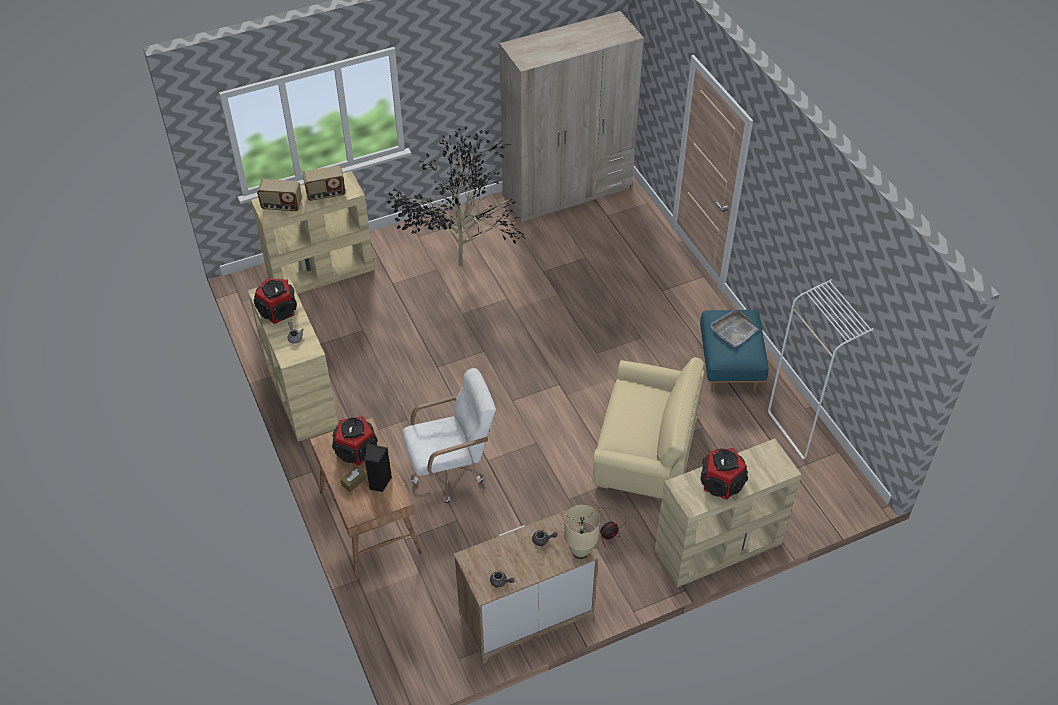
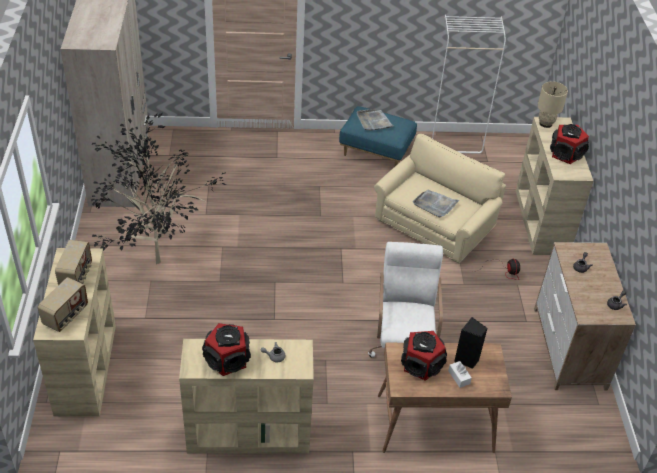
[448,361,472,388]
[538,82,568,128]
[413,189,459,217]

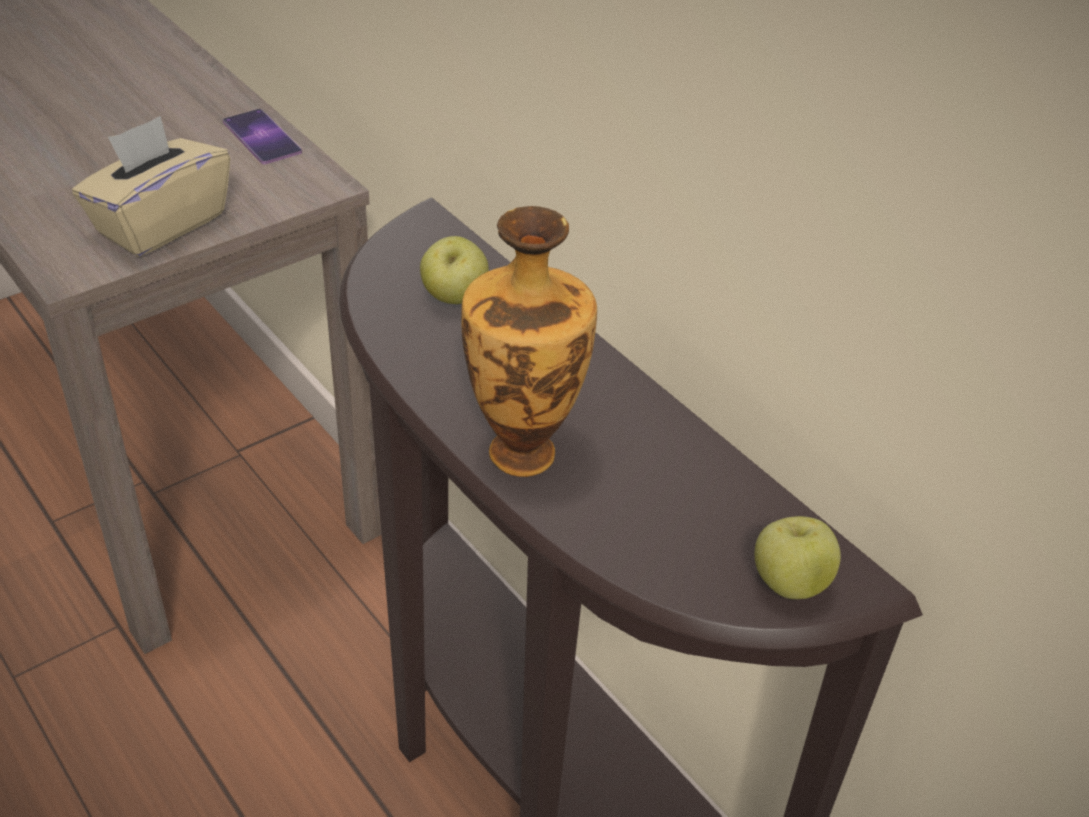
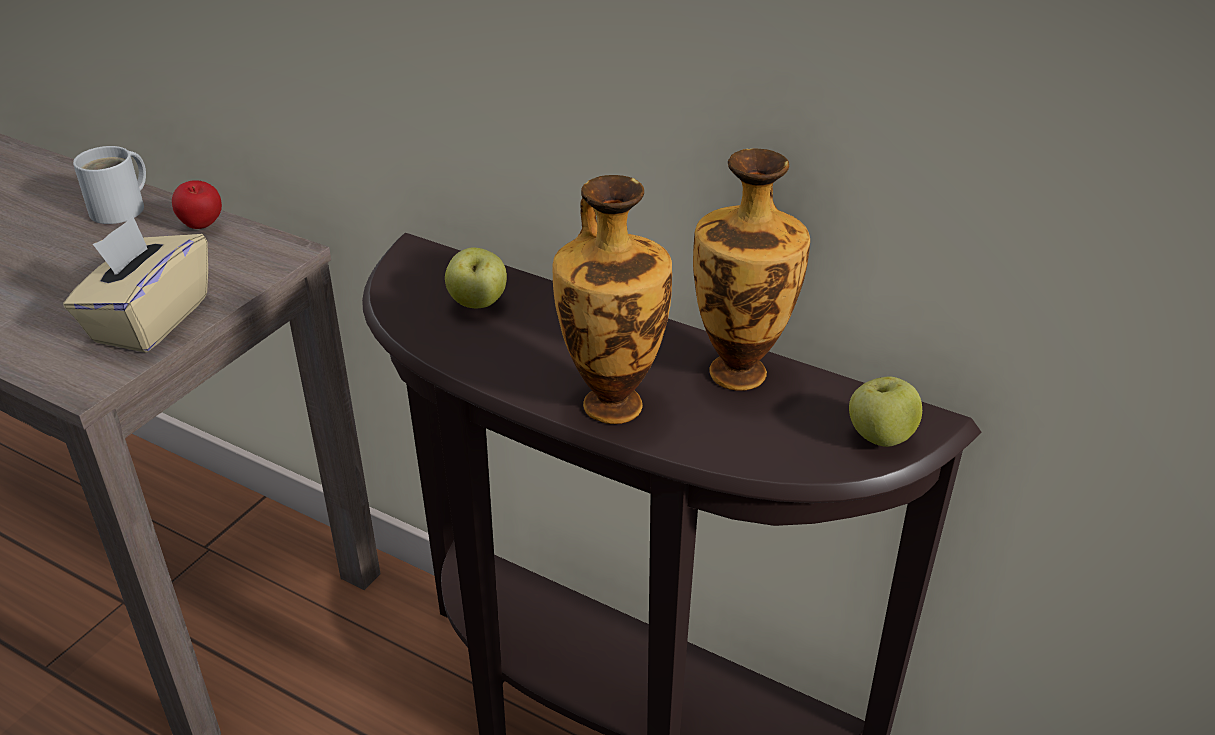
[172,180,222,229]
[73,146,146,224]
[693,148,810,391]

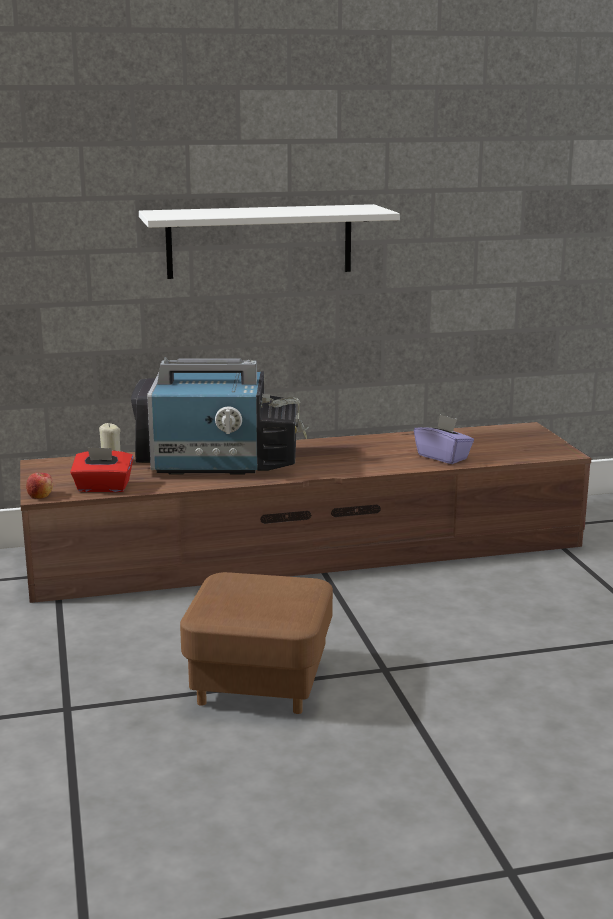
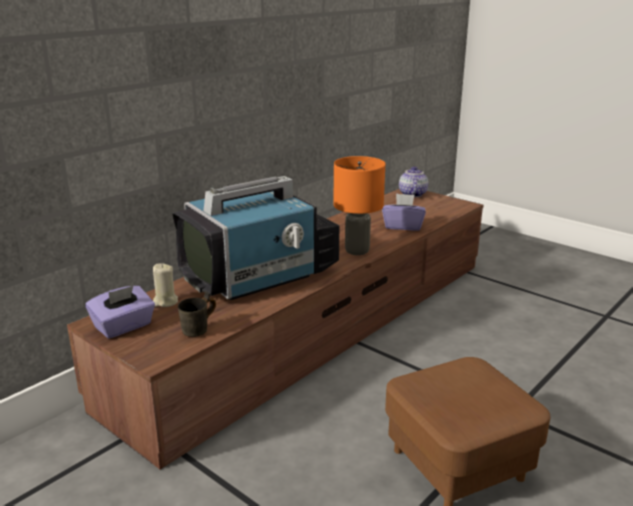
[26,473,53,499] (first image)
[178,292,216,337]
[139,204,400,279] (first image)
[85,286,155,339]
[333,156,386,255]
[399,166,428,197]

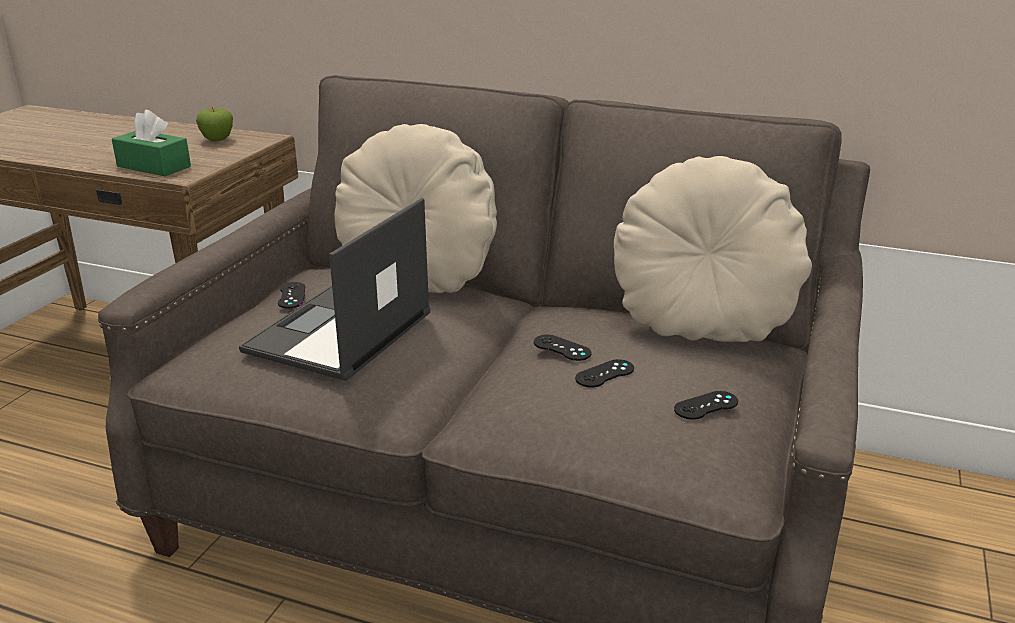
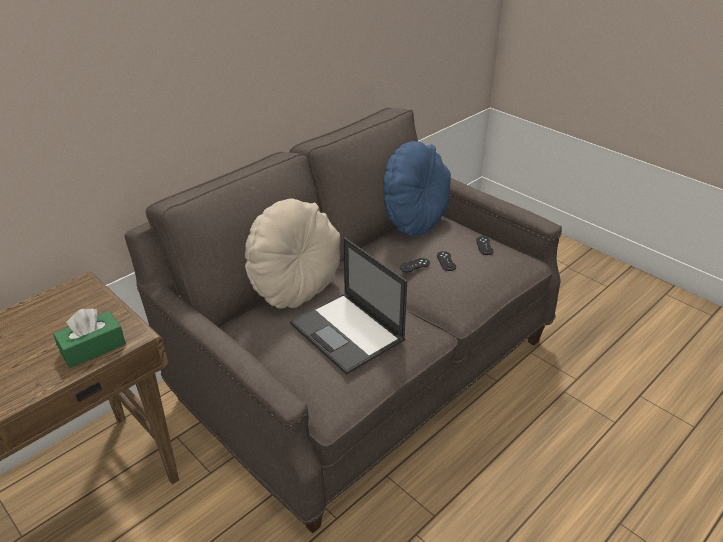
[196,107,233,142] (first image)
[278,282,305,308] (first image)
[383,141,451,236]

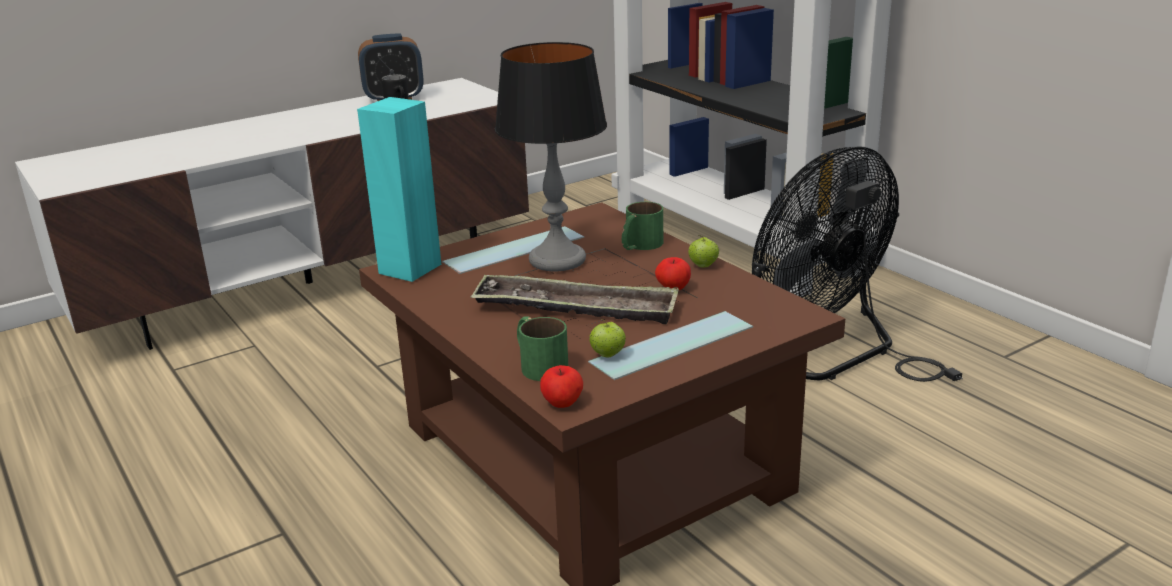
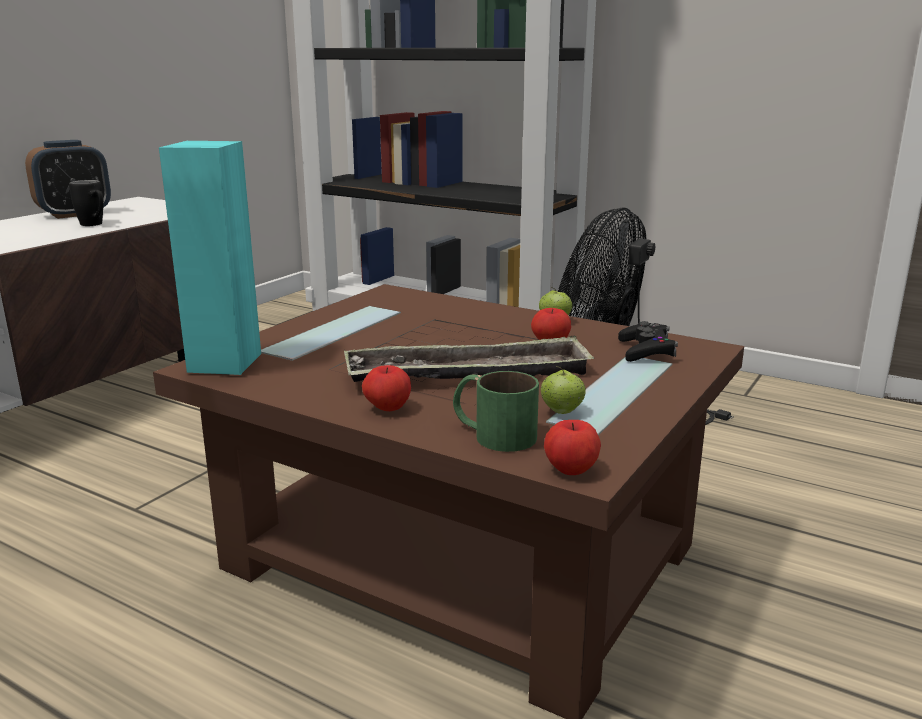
[495,42,607,271] (first image)
[622,202,663,250] (first image)
[362,365,411,411]
[618,321,678,362]

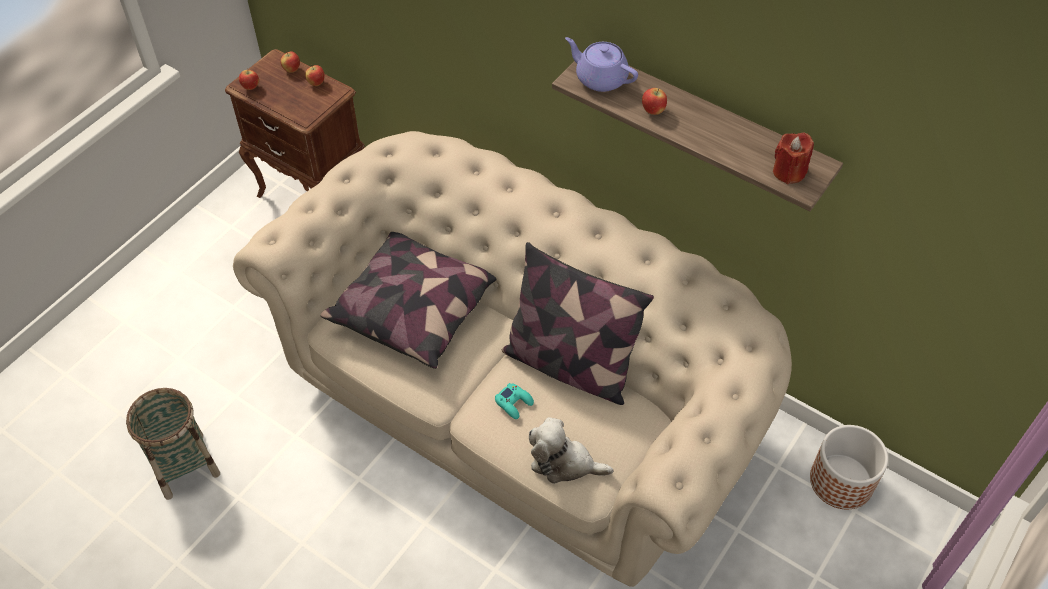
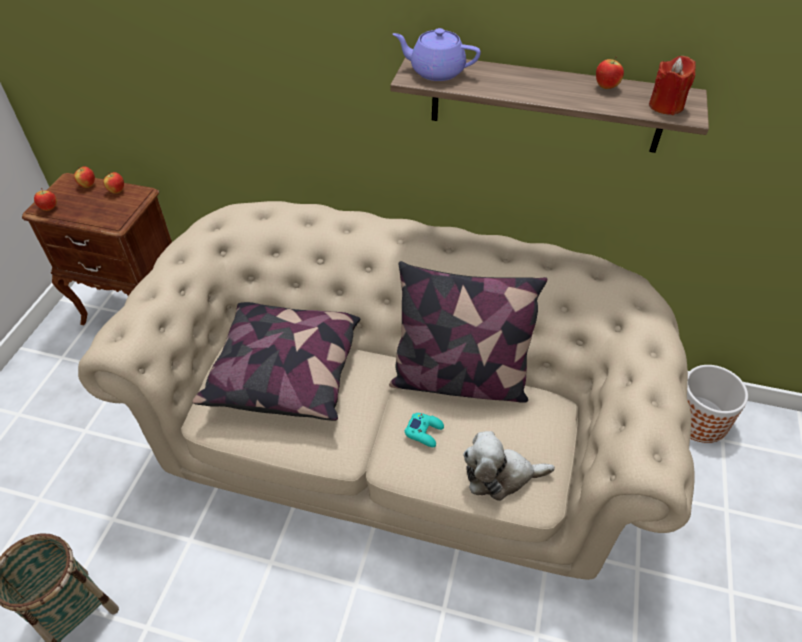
[596,56,624,89]

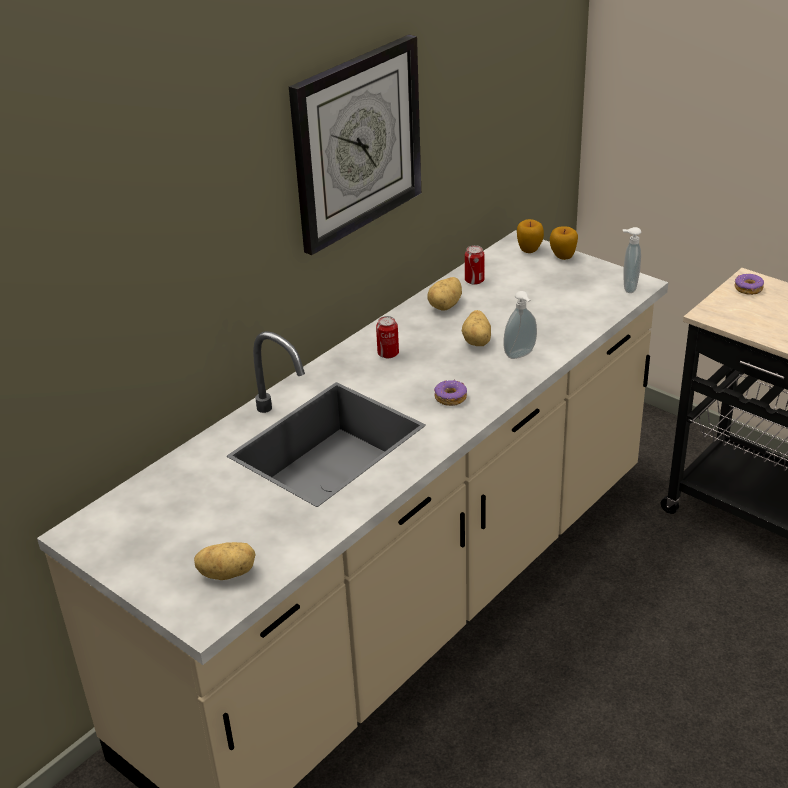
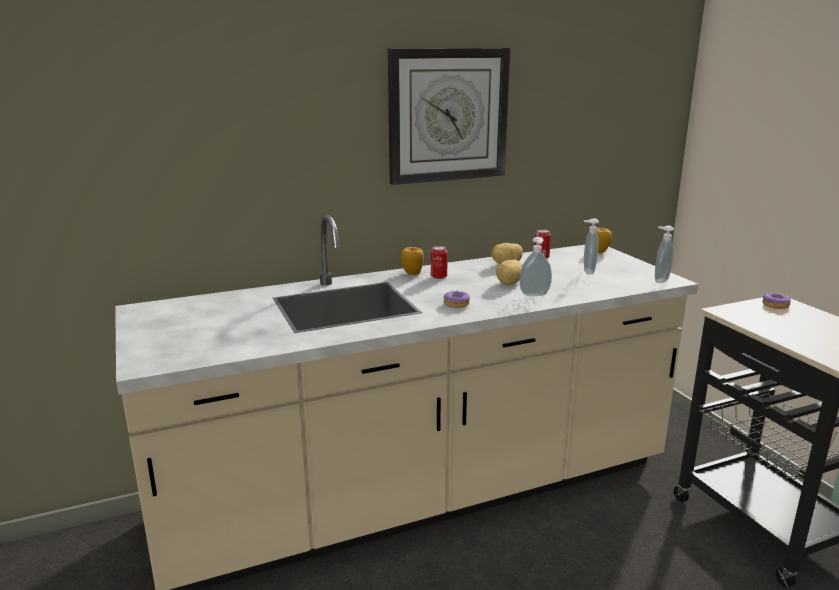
[194,542,256,580] (first image)
[401,247,424,275]
[584,218,599,274]

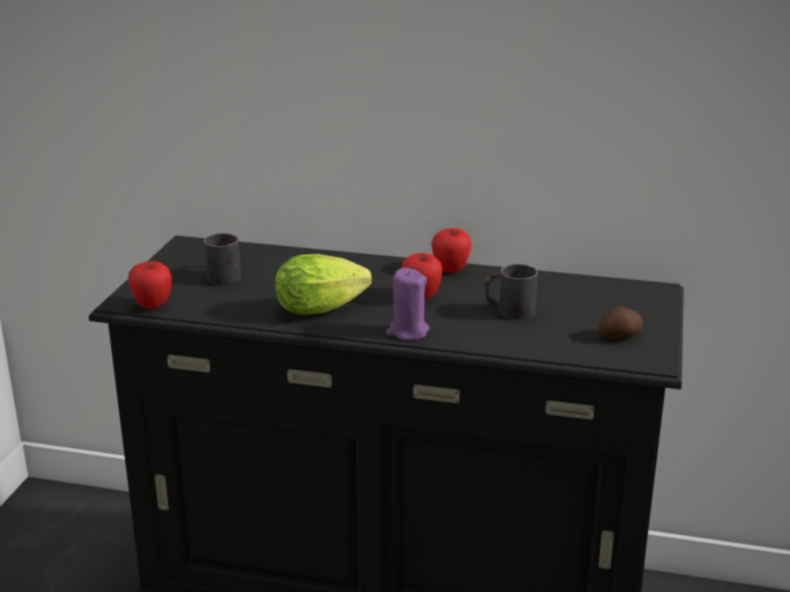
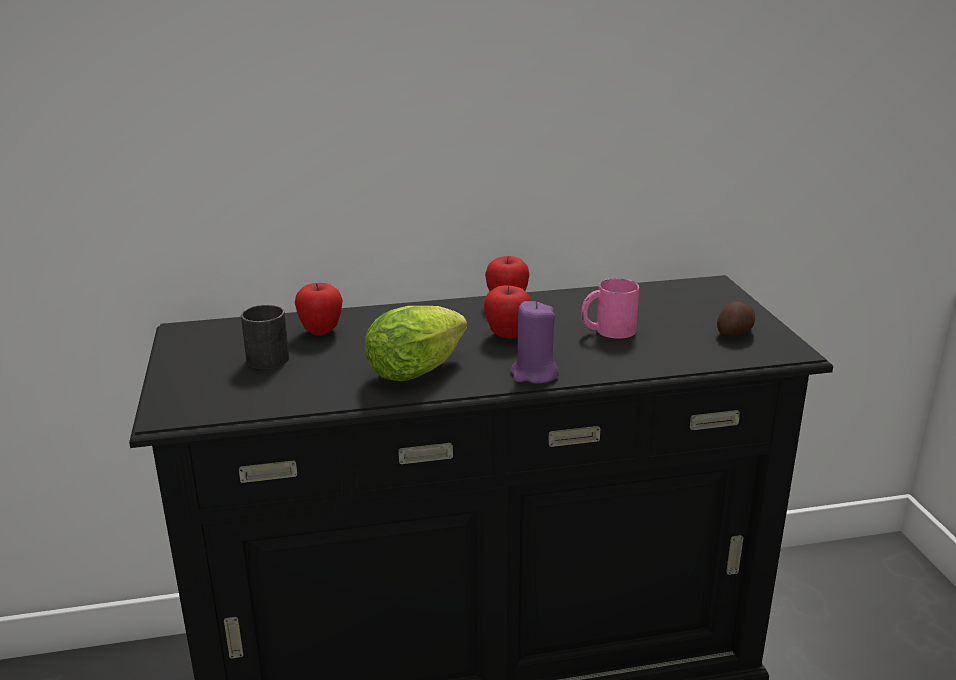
[295,283,343,335]
[581,278,639,339]

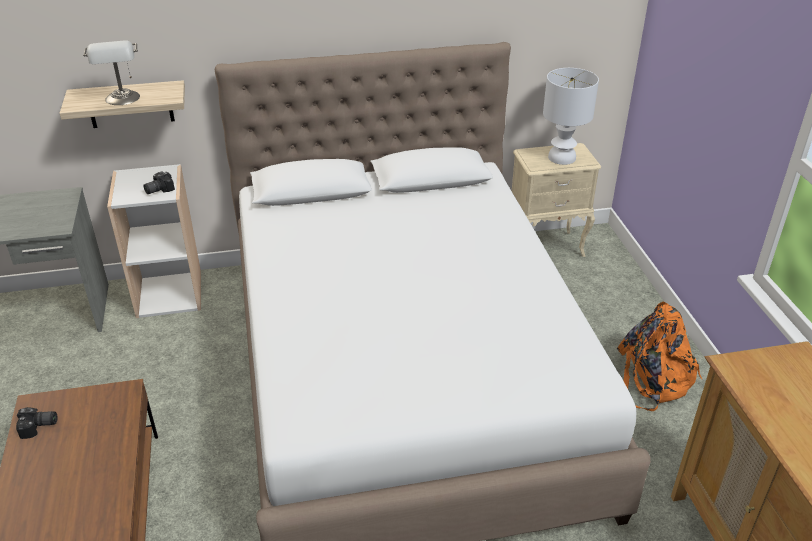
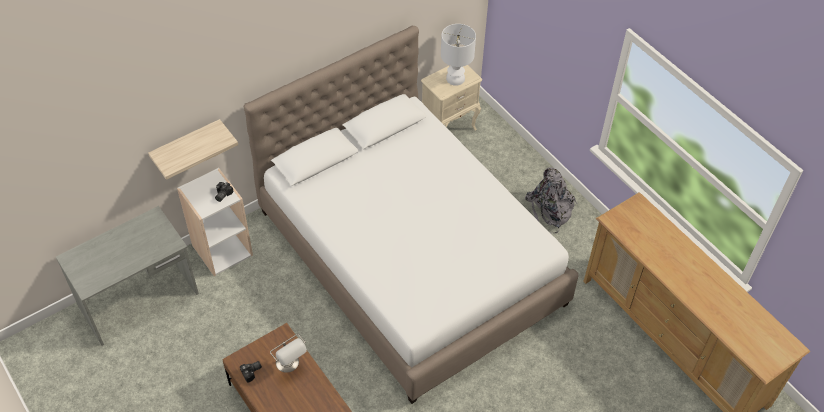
[270,334,307,373]
[525,167,578,233]

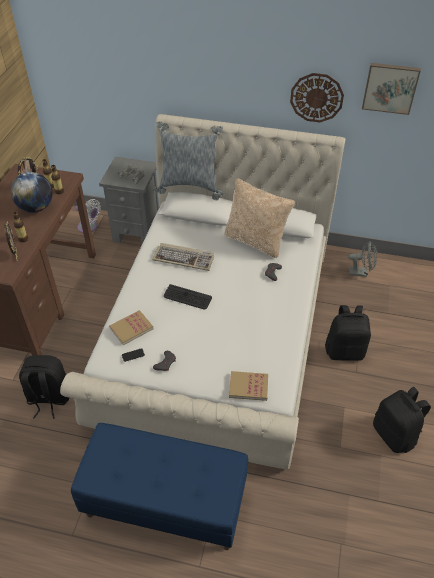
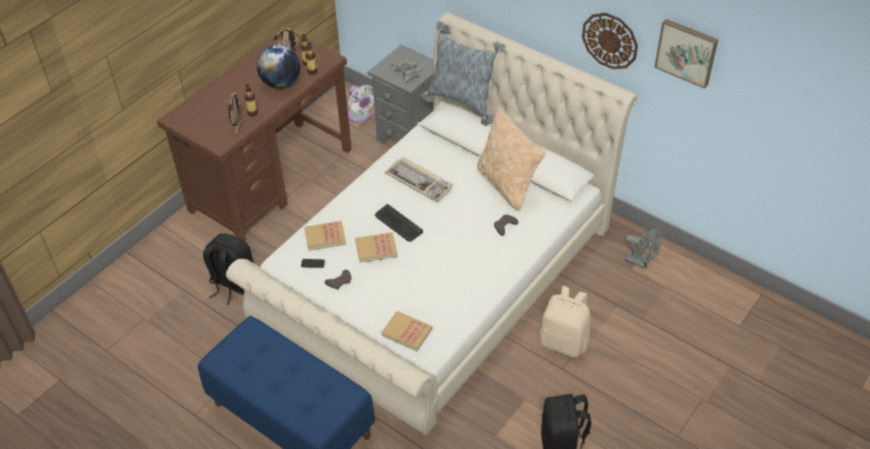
[540,286,590,358]
[355,232,398,262]

